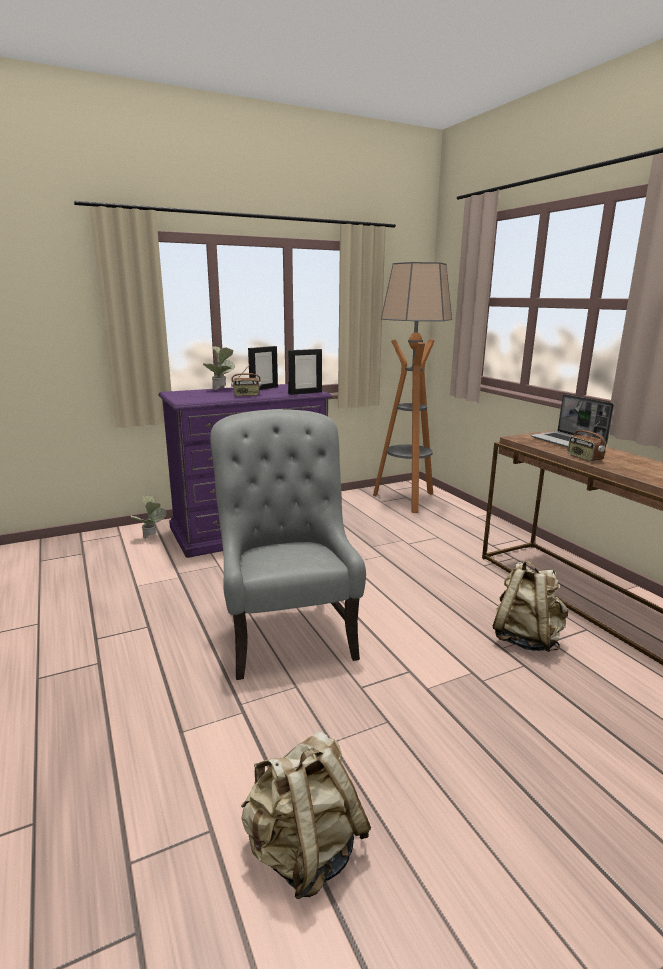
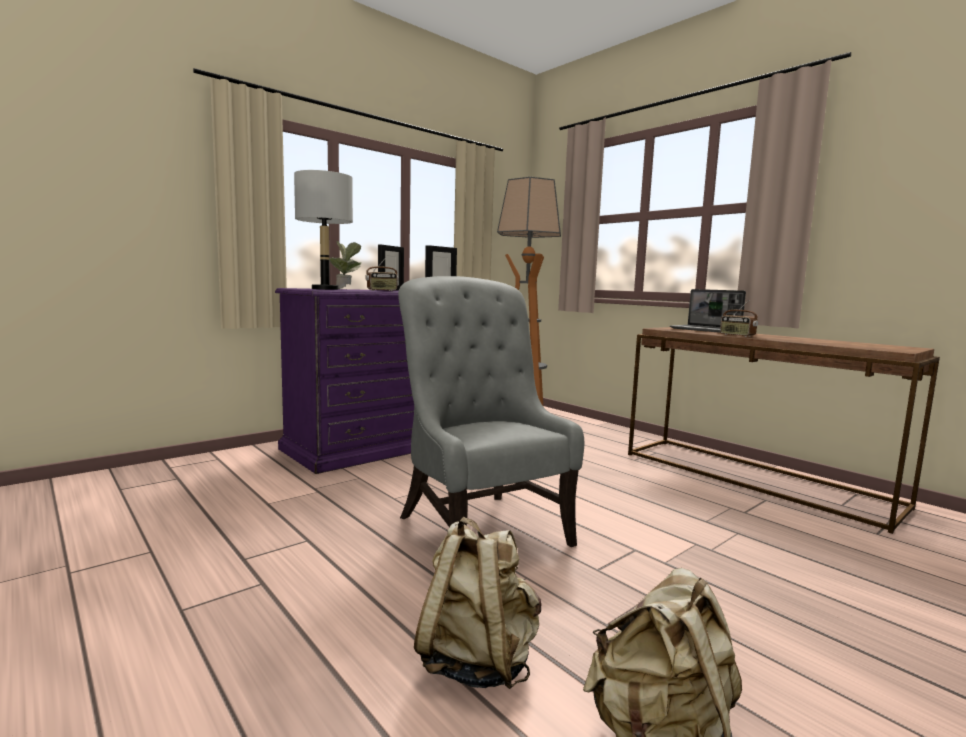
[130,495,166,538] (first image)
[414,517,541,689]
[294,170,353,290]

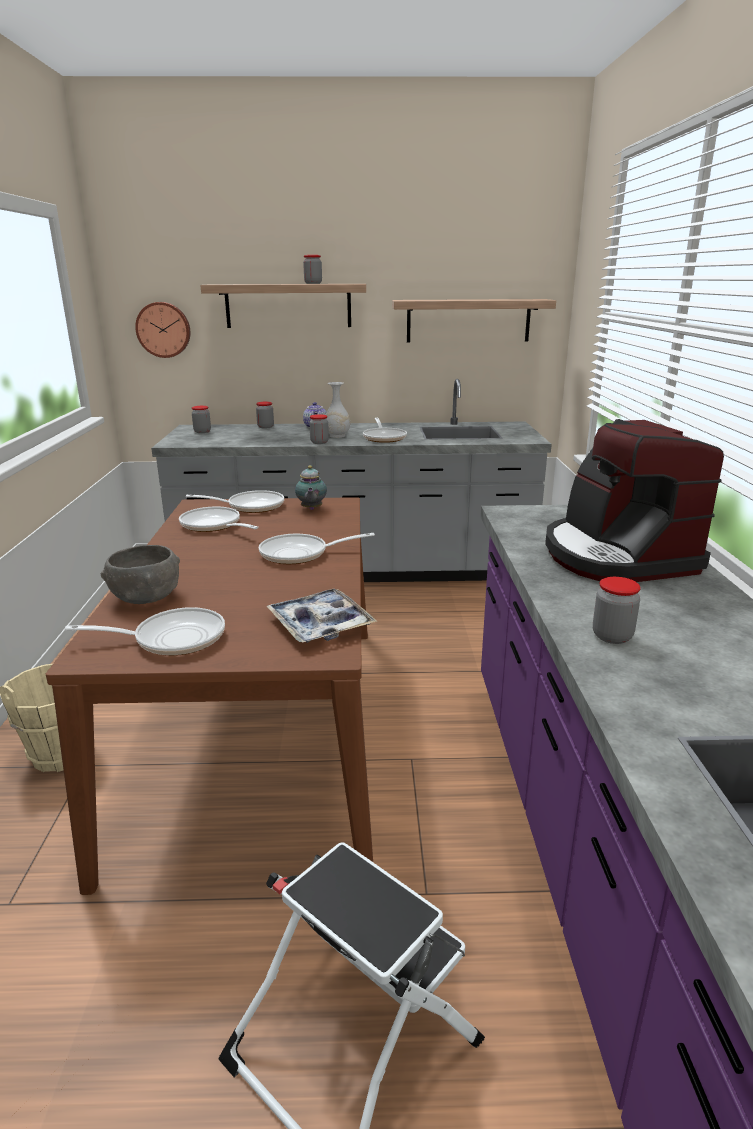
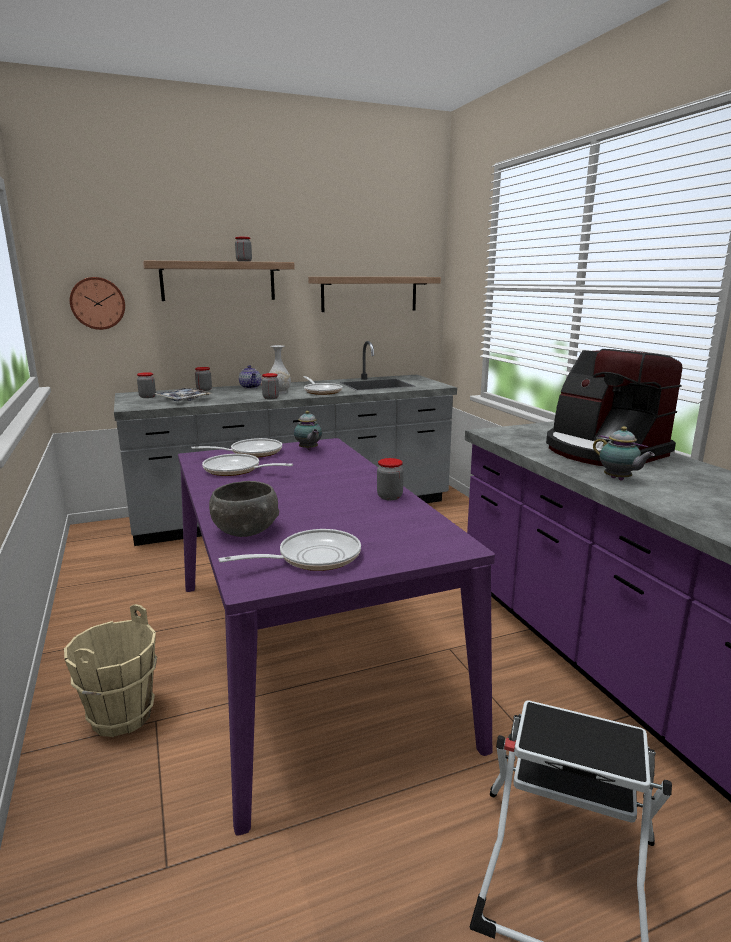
[178,438,495,836]
[259,533,375,564] (first image)
[154,388,210,401]
[377,458,404,500]
[593,426,655,480]

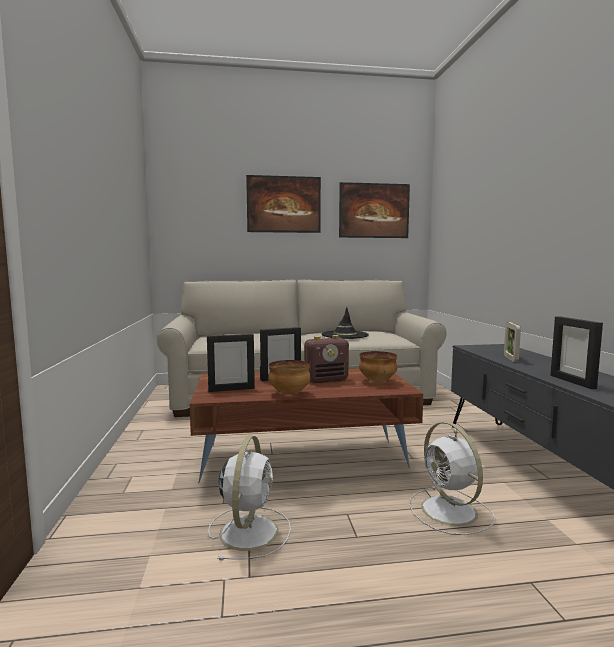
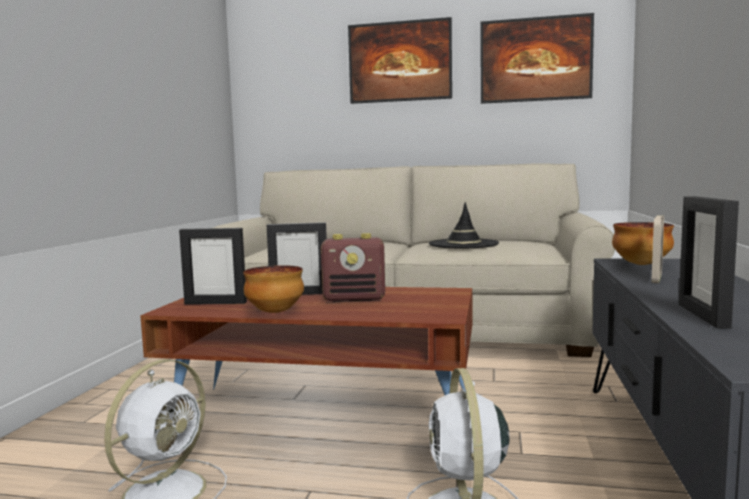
[612,222,674,265]

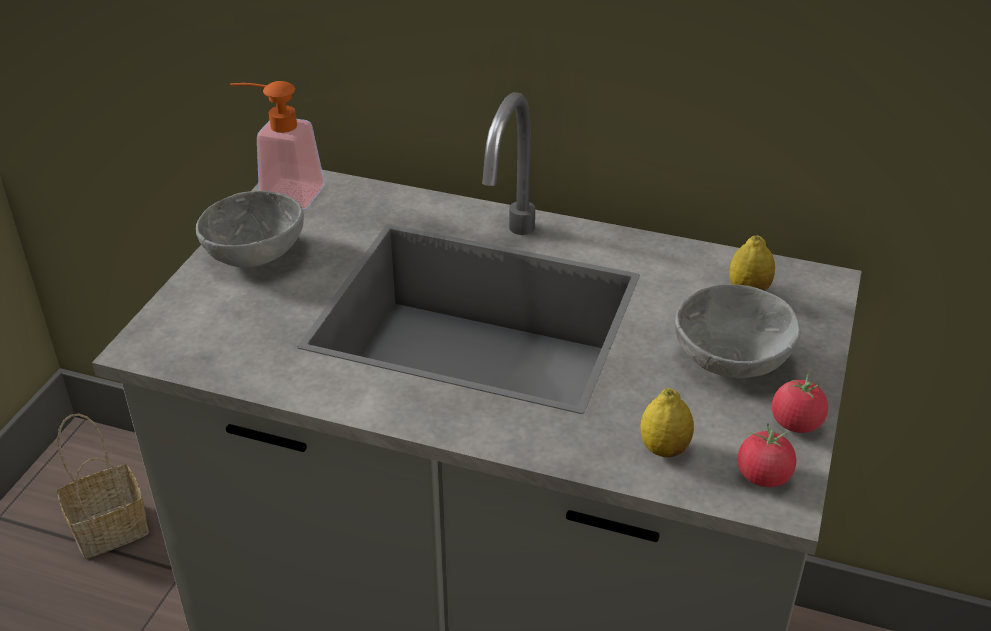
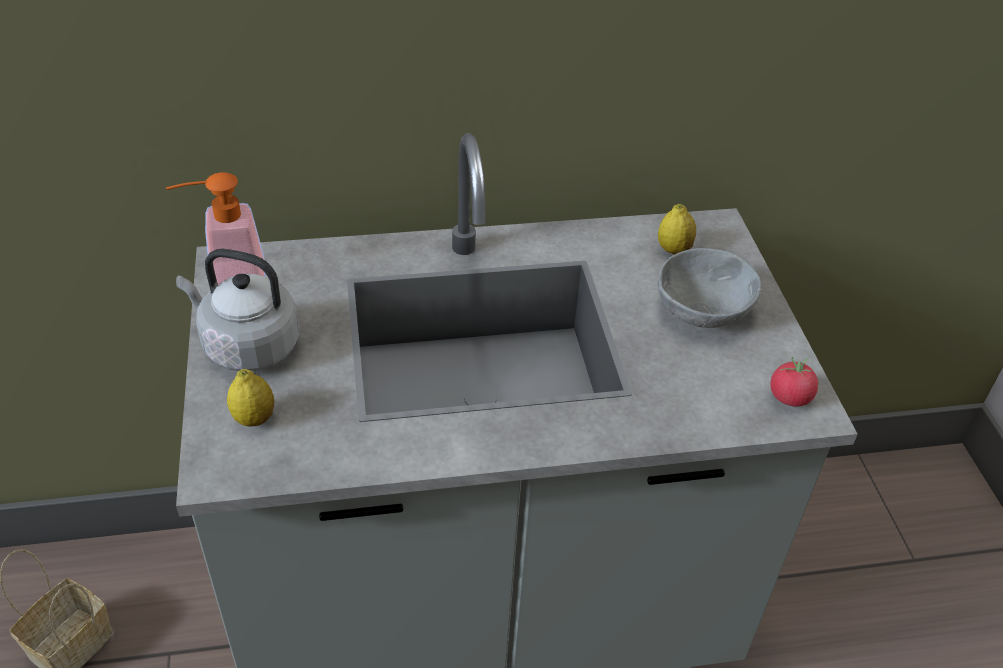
[176,249,299,371]
[227,369,274,426]
[772,372,828,433] (first image)

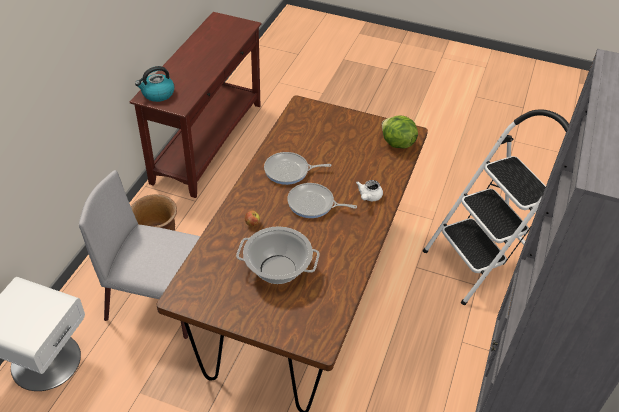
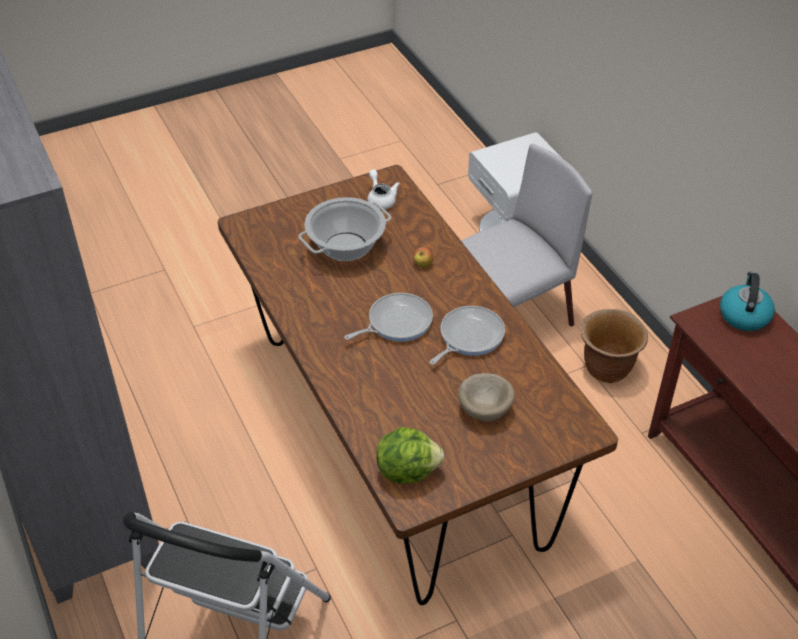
[367,169,400,210]
[458,373,515,421]

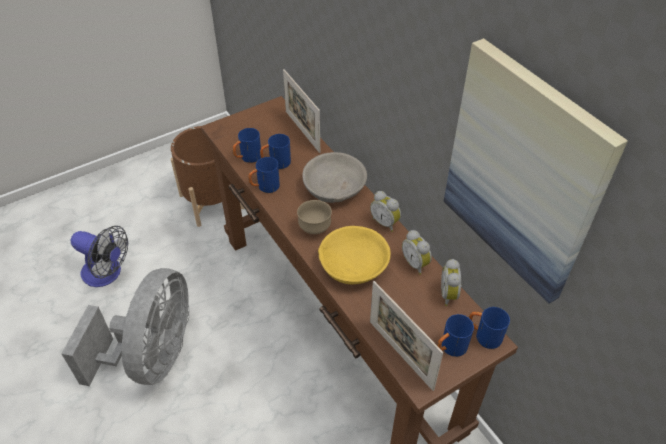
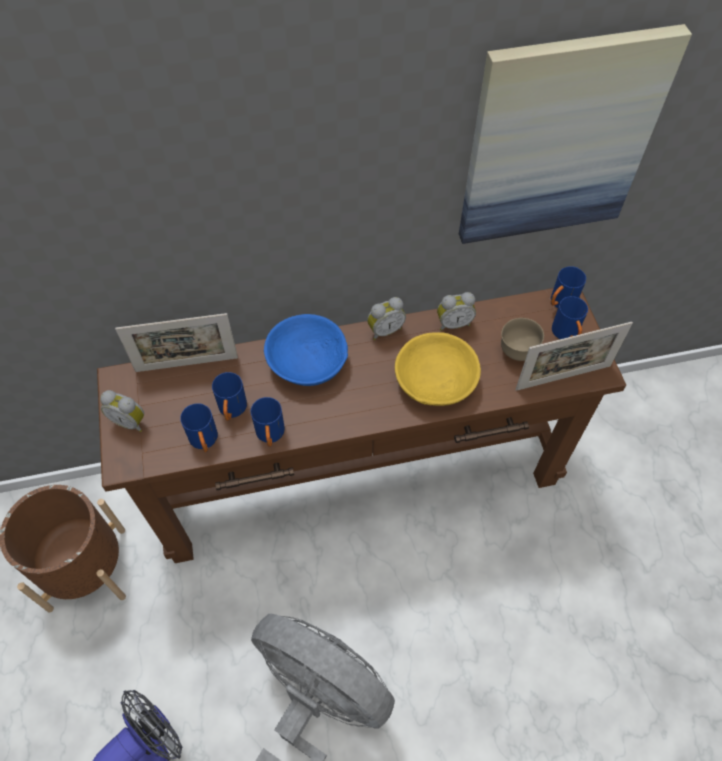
[501,318,544,361]
[264,314,348,386]
[100,390,144,432]

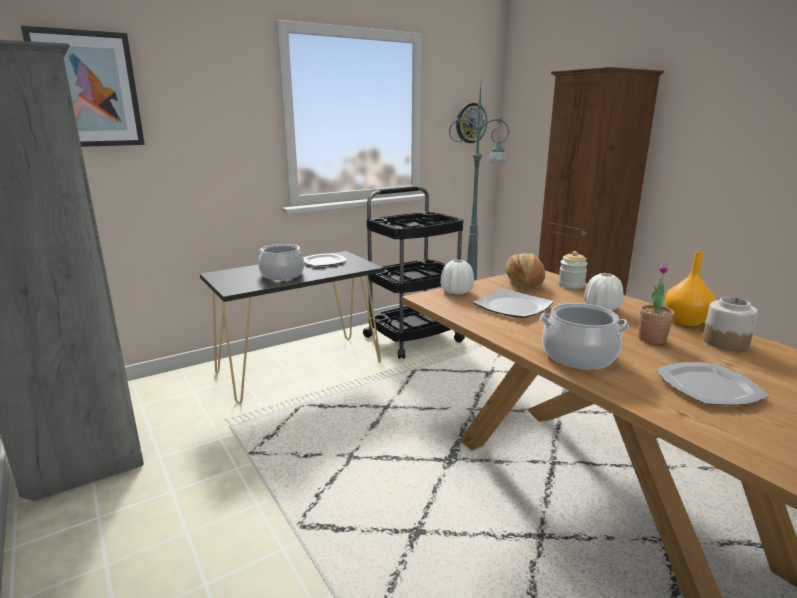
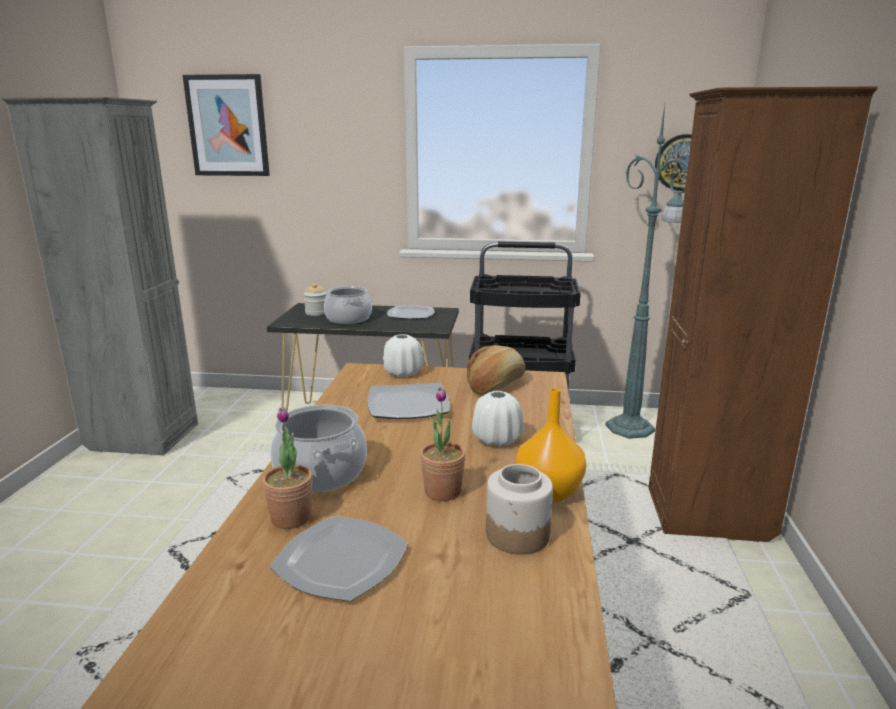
[304,283,327,316]
[262,408,313,529]

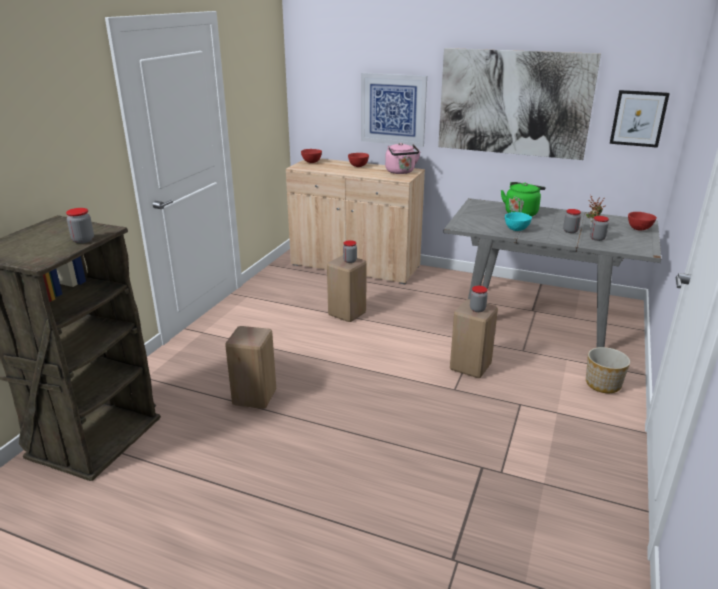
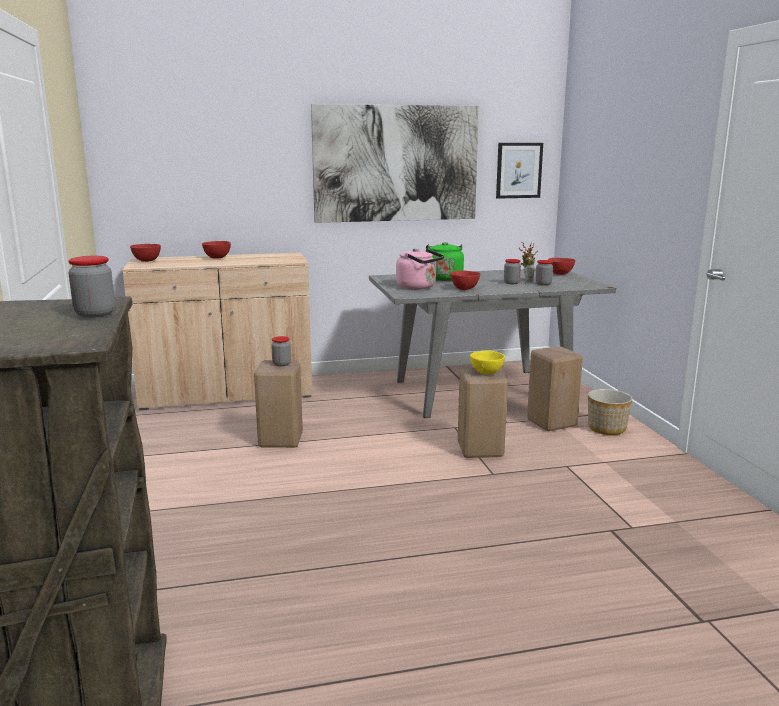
[527,346,583,431]
[361,73,427,147] (first image)
[396,248,444,290]
[470,351,505,375]
[450,270,481,290]

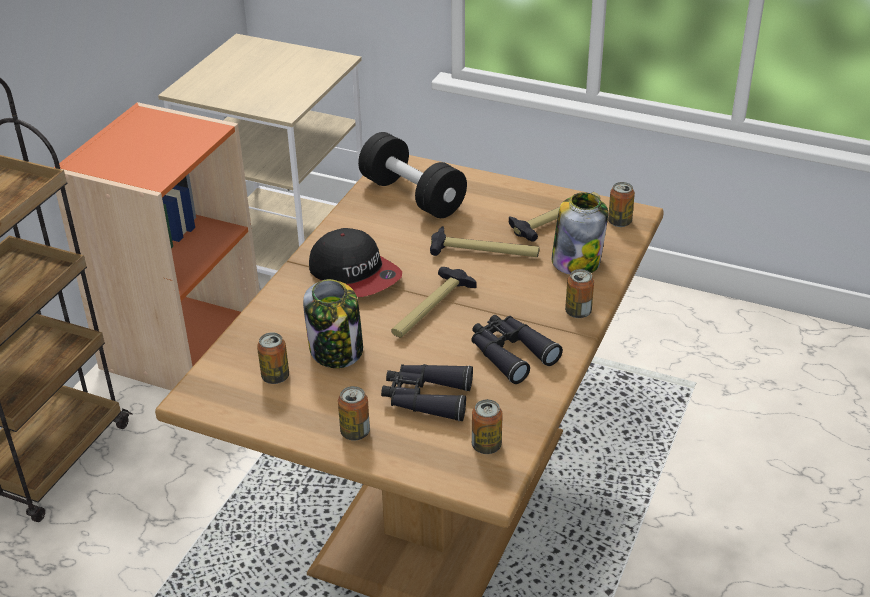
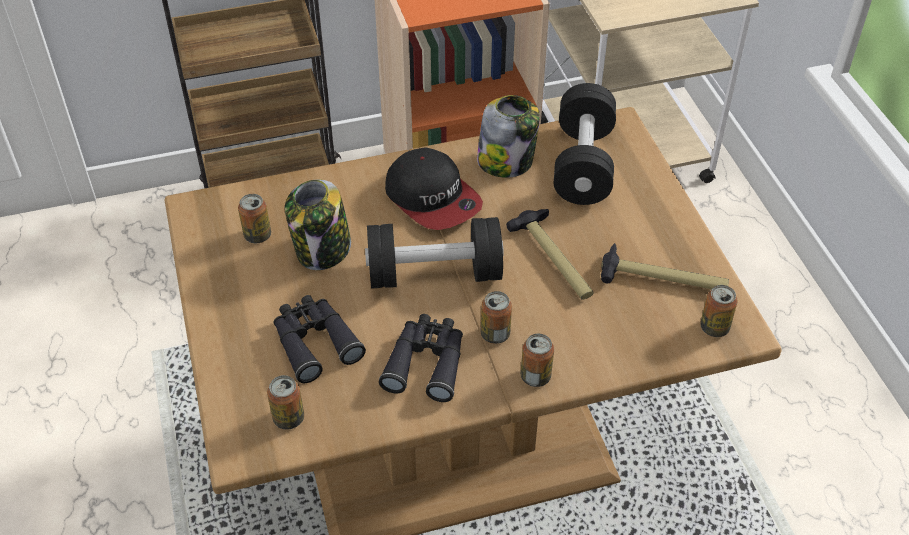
[385,147,483,230]
[480,291,512,344]
[365,217,504,289]
[477,95,540,178]

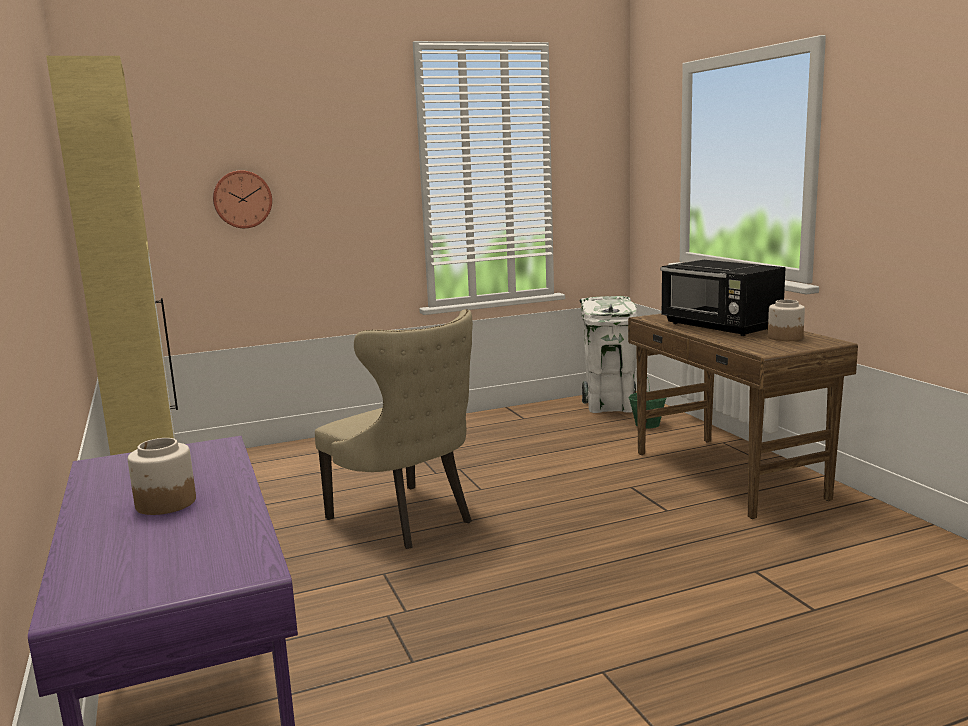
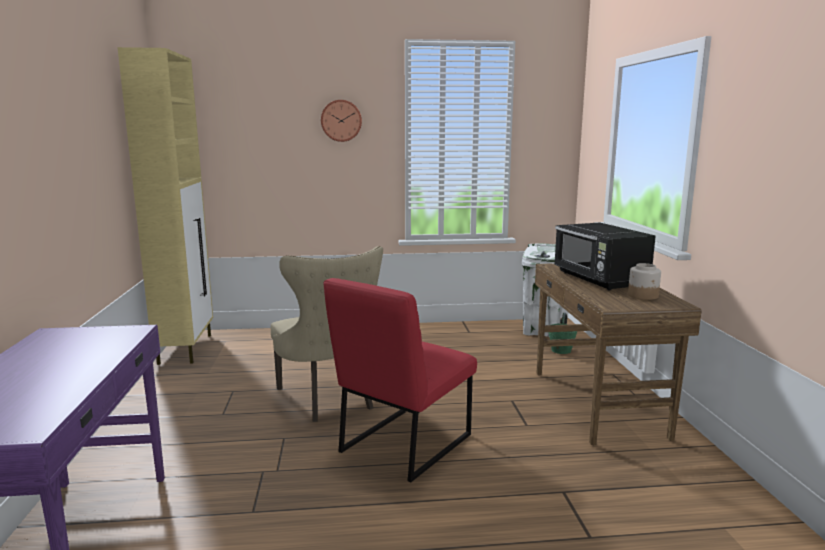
[128,438,196,515] (first image)
[321,100,362,142]
[323,278,477,482]

